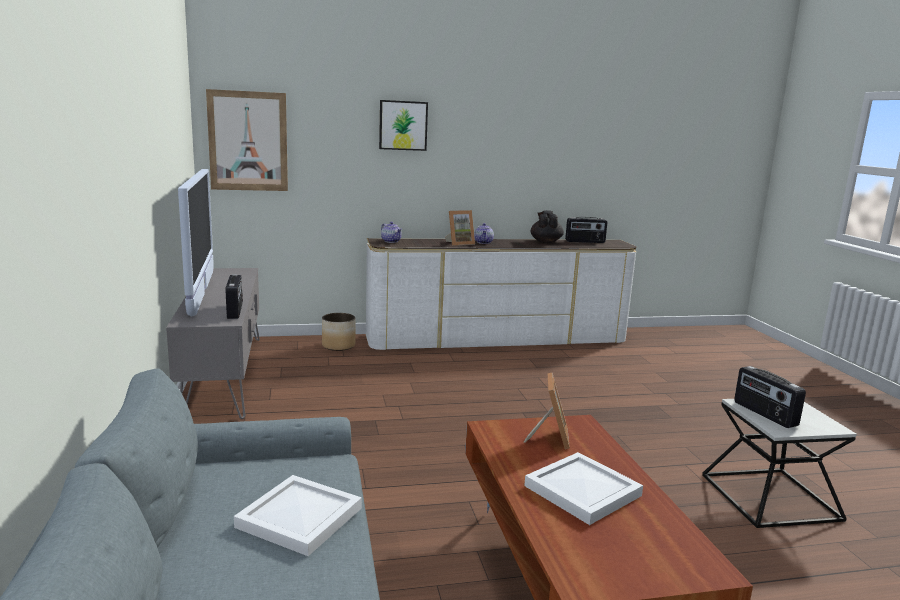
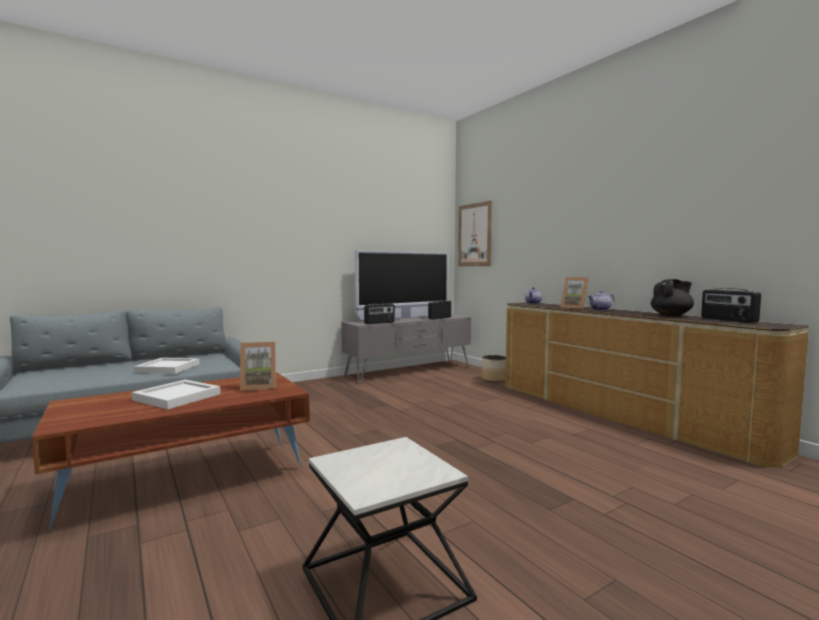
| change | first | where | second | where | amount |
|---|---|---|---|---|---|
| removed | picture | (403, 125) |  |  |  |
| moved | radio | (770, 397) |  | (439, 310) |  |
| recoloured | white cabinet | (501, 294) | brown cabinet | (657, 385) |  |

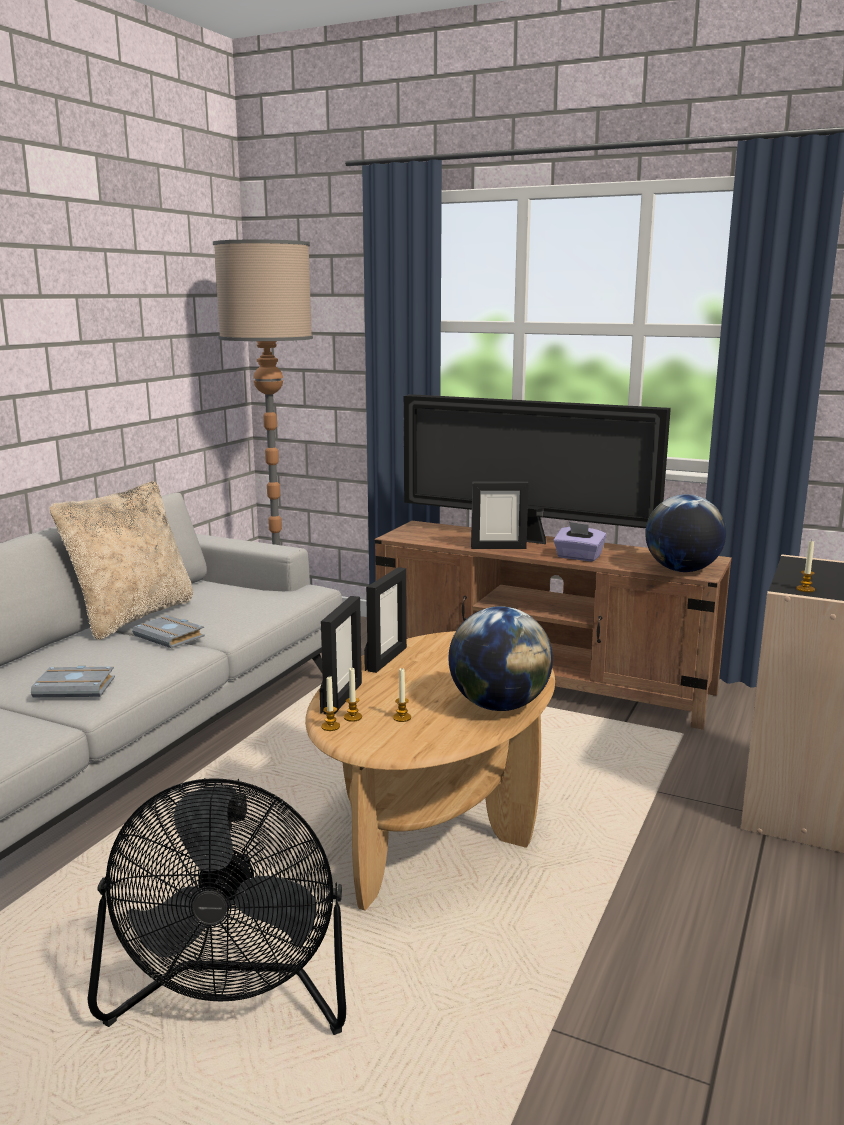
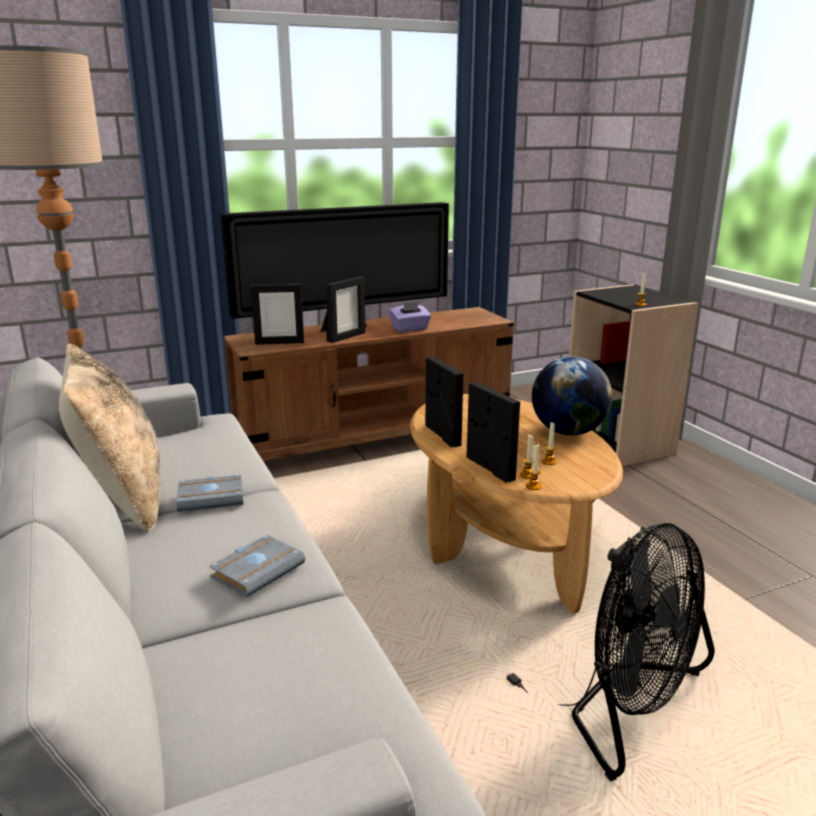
| change | first | where | second | where | amount |
|---|---|---|---|---|---|
| removed | globe | (685, 533) |  |  |  |
| added |  |  | picture frame | (277, 314) |  |

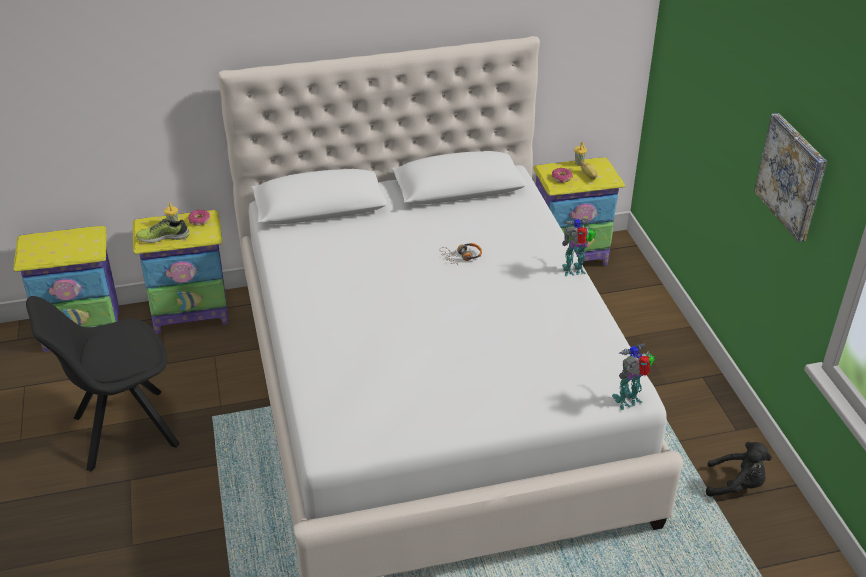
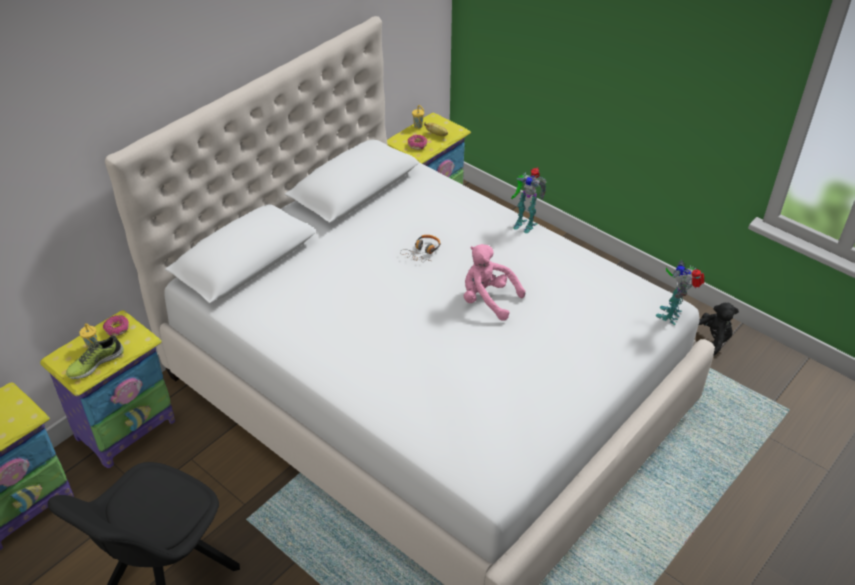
| change | first | where | second | where | amount |
|---|---|---|---|---|---|
| removed | picture | (790, 177) |  |  |  |
| added |  |  | pink plush toy | (494, 282) |  |
| turned | toy robot | (579, 247) |  | (529, 200) | 105 degrees counterclockwise |

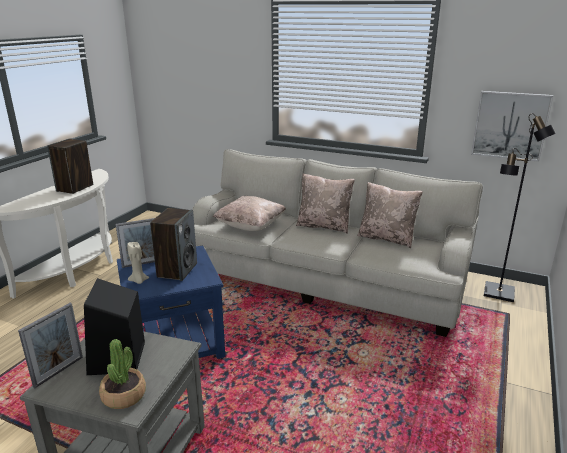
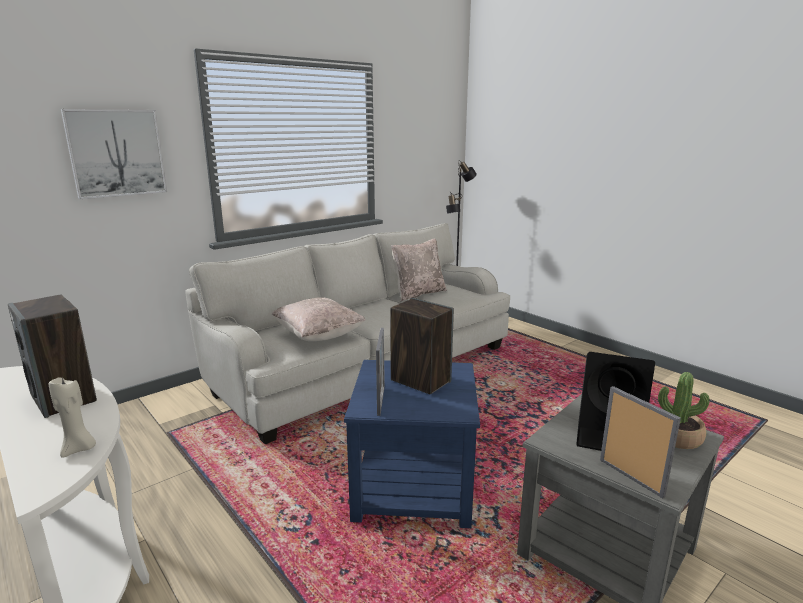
| change | first | where | second | where | amount |
|---|---|---|---|---|---|
| removed | beige pillow | (325, 203) |  |  |  |
| moved | beige candle | (138, 263) |  | (72, 417) |  |
| moved | picture | (512, 126) |  | (114, 154) |  |

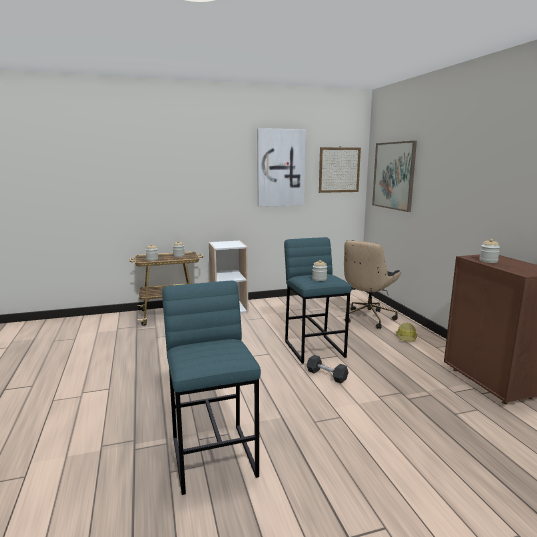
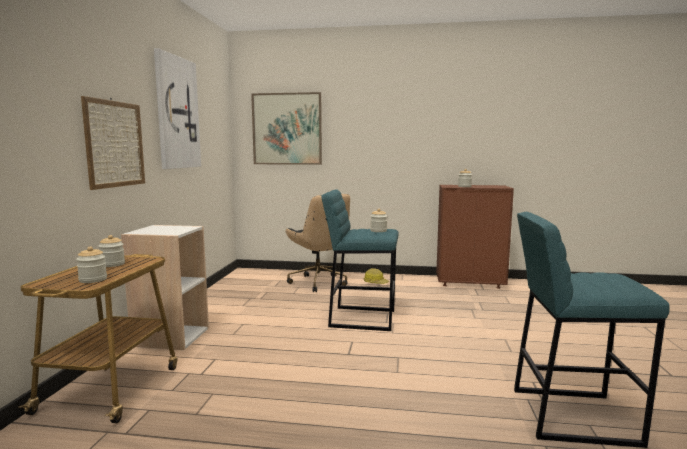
| change | first | where | second | where | amount |
|---|---|---|---|---|---|
| removed | grey dumbbell | (327, 369) |  |  |  |
| moved | picture | (340, 170) |  | (113, 143) |  |

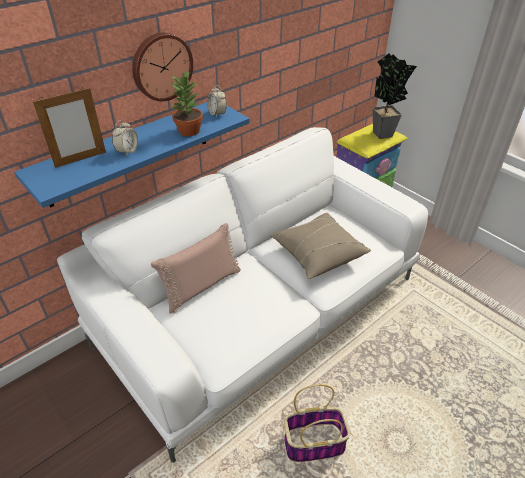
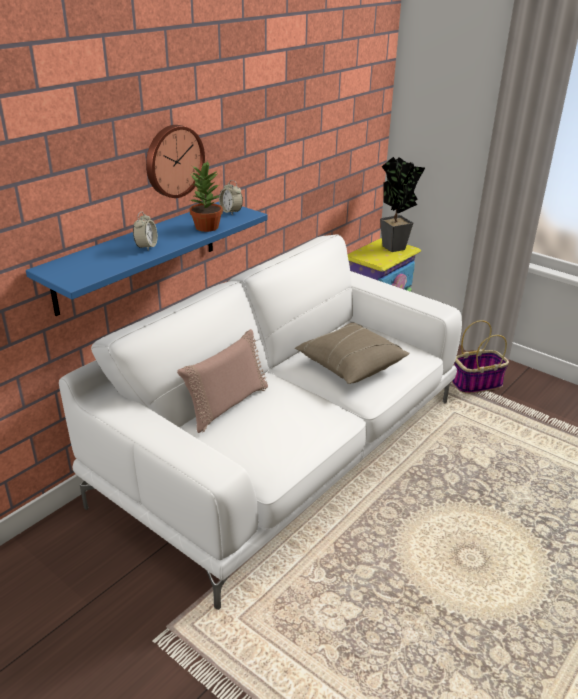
| change | first | where | second | where | amount |
|---|---|---|---|---|---|
| removed | picture frame | (69, 127) |  |  |  |
| moved | basket | (317, 423) |  | (480, 357) |  |

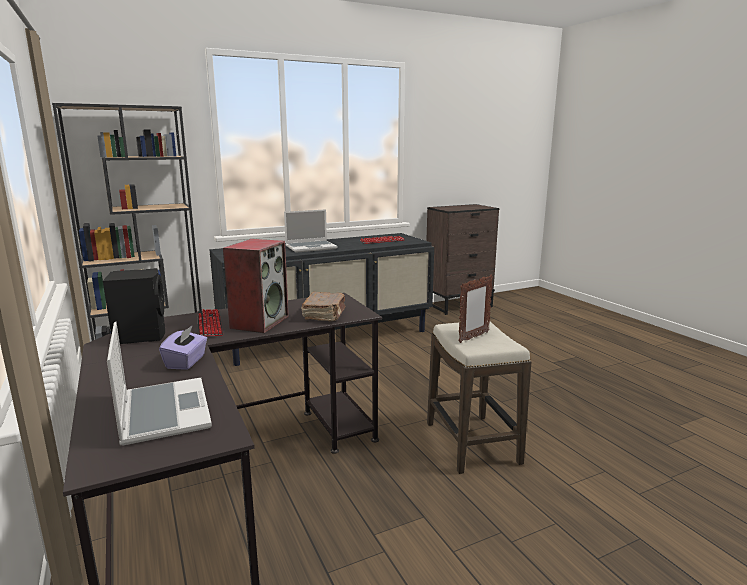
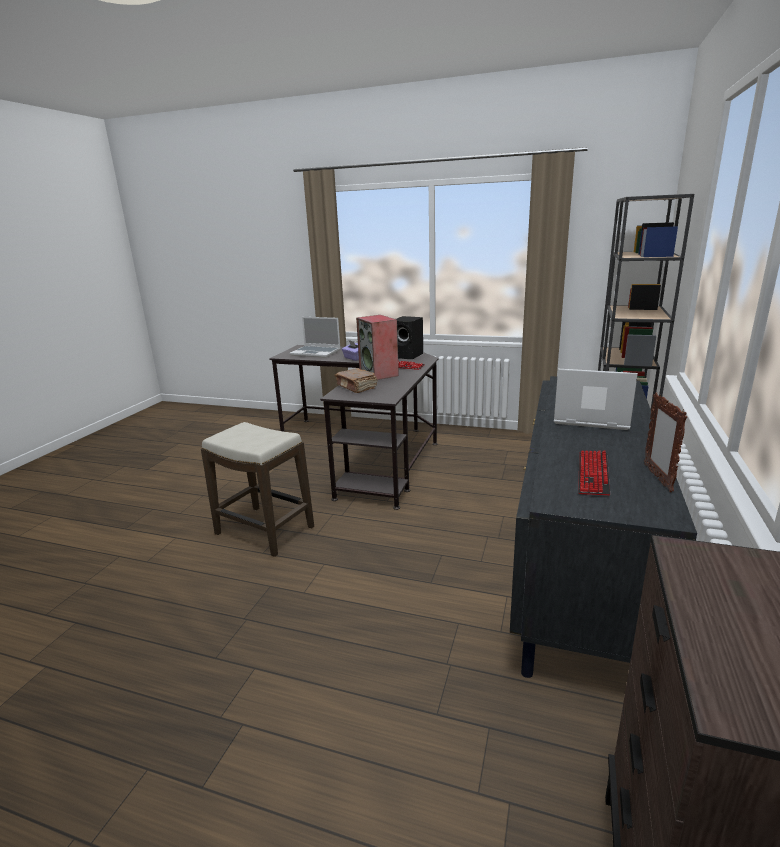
| change | first | where | second | where | amount |
|---|---|---|---|---|---|
| moved | picture frame | (475, 309) |  | (665, 442) |  |
| turned | laptop | (310, 231) |  | (596, 399) | 90 degrees clockwise |

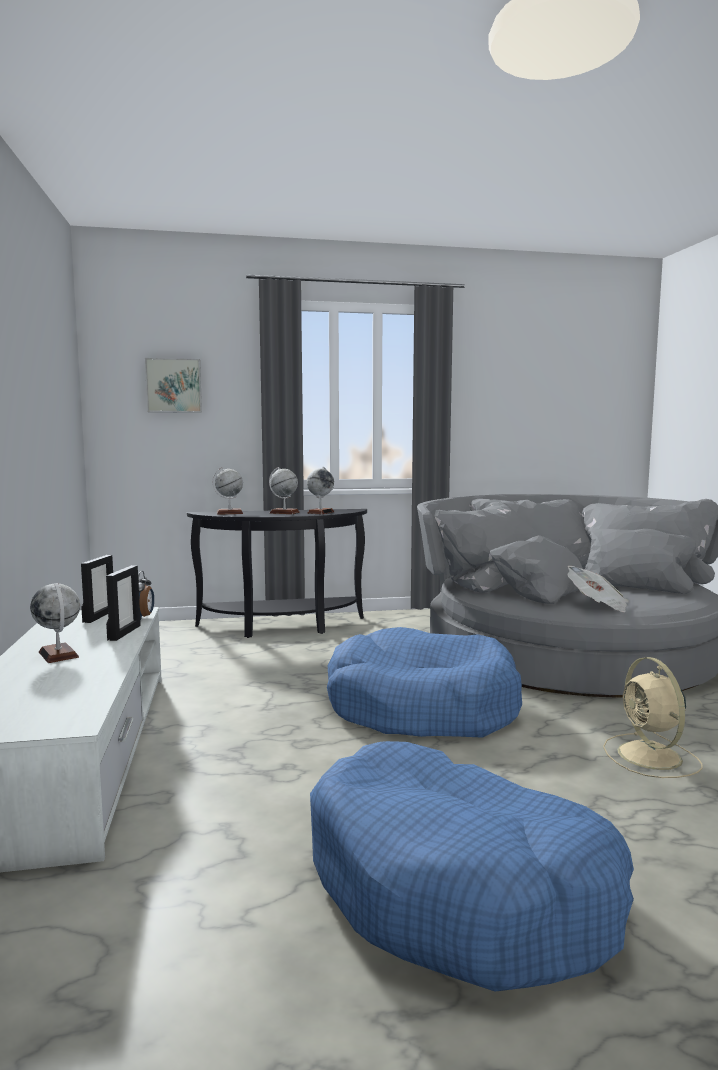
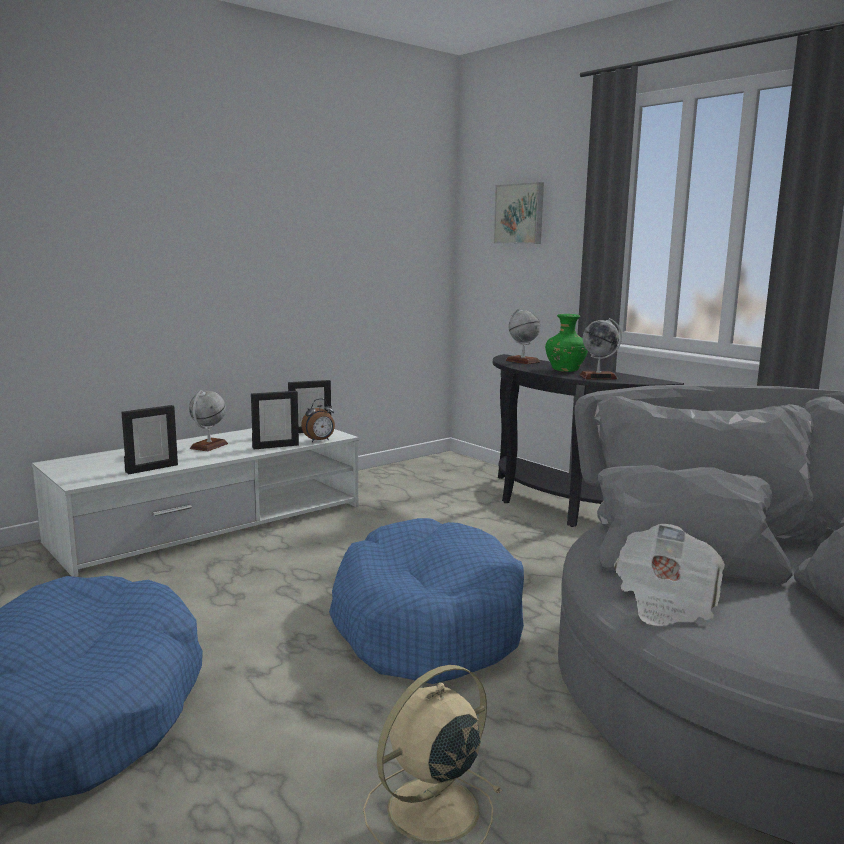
| change | first | where | second | where | amount |
|---|---|---|---|---|---|
| added |  |  | picture frame | (149, 439) |  |
| replaced | globe | (284, 490) | green vase | (566, 343) |  |

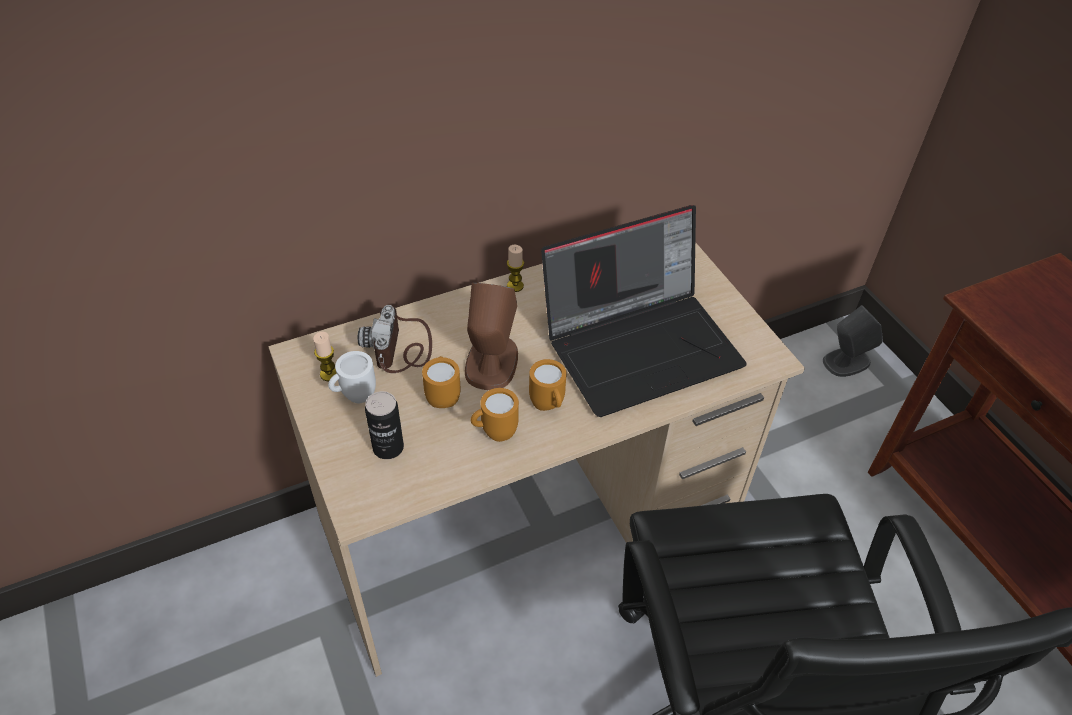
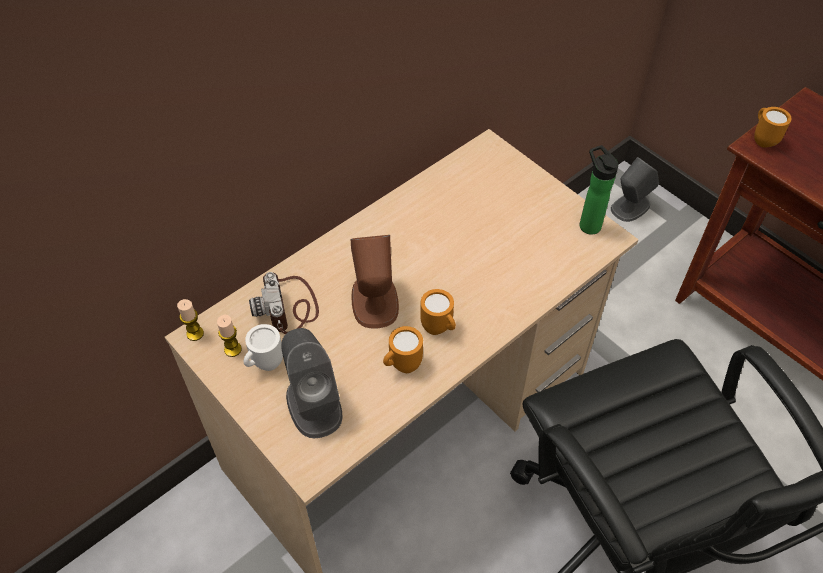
| change | first | where | second | where | amount |
|---|---|---|---|---|---|
| removed | laptop | (644, 311) |  |  |  |
| added |  |  | bottle | (599, 190) |  |
| moved | orange mug | (441, 382) |  | (773, 127) |  |
| moved | candle | (515, 268) |  | (190, 320) |  |
| replaced | can | (384, 425) | grey speaker | (312, 383) |  |

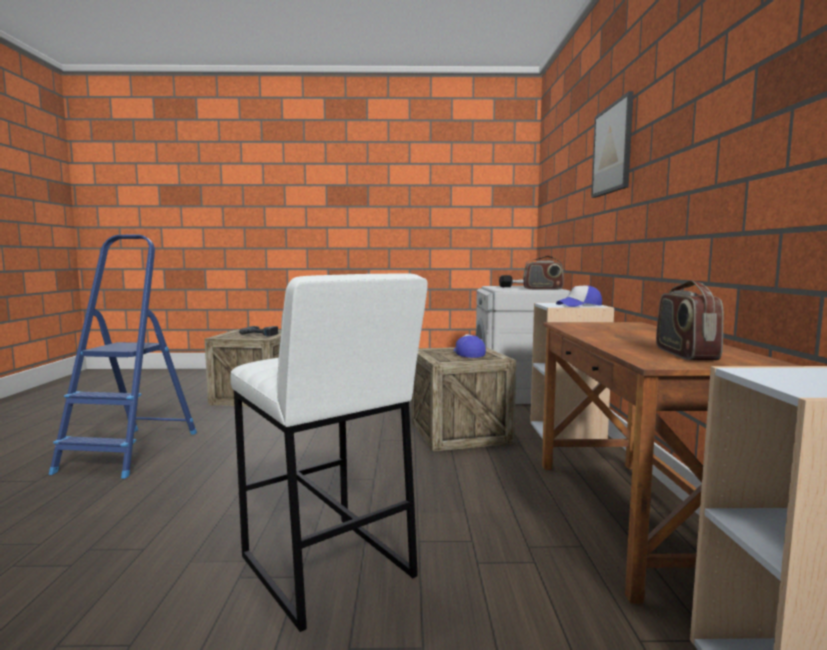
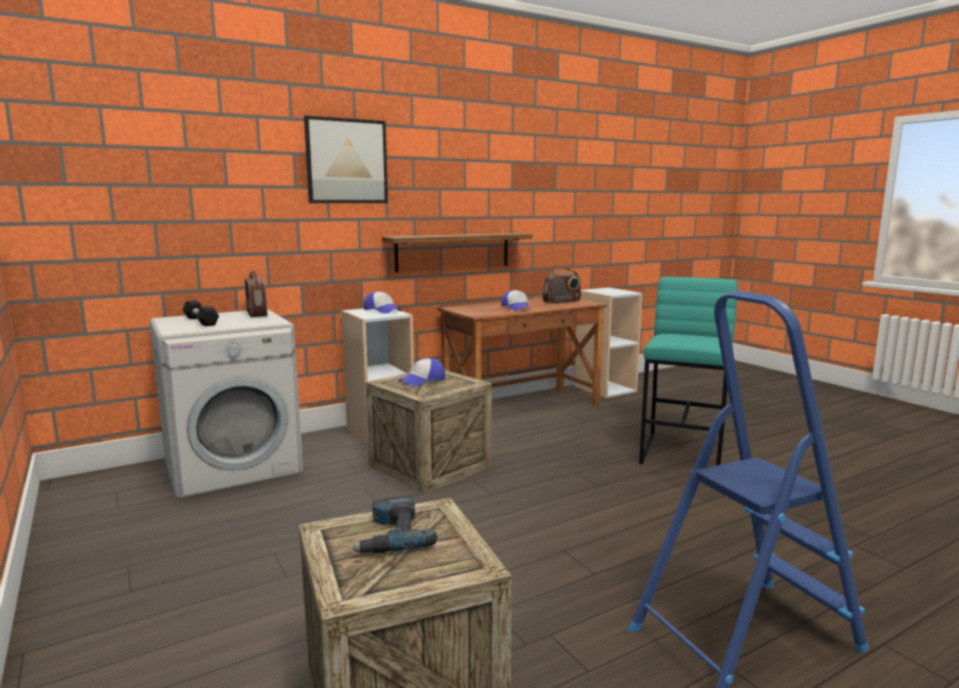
| change | first | where | second | where | amount |
|---|---|---|---|---|---|
| added |  |  | shelf | (457, 252) |  |
| added |  |  | cap | (516, 300) |  |
| recoloured | white stool | (329, 452) | turquoise stool | (688, 371) |  |

